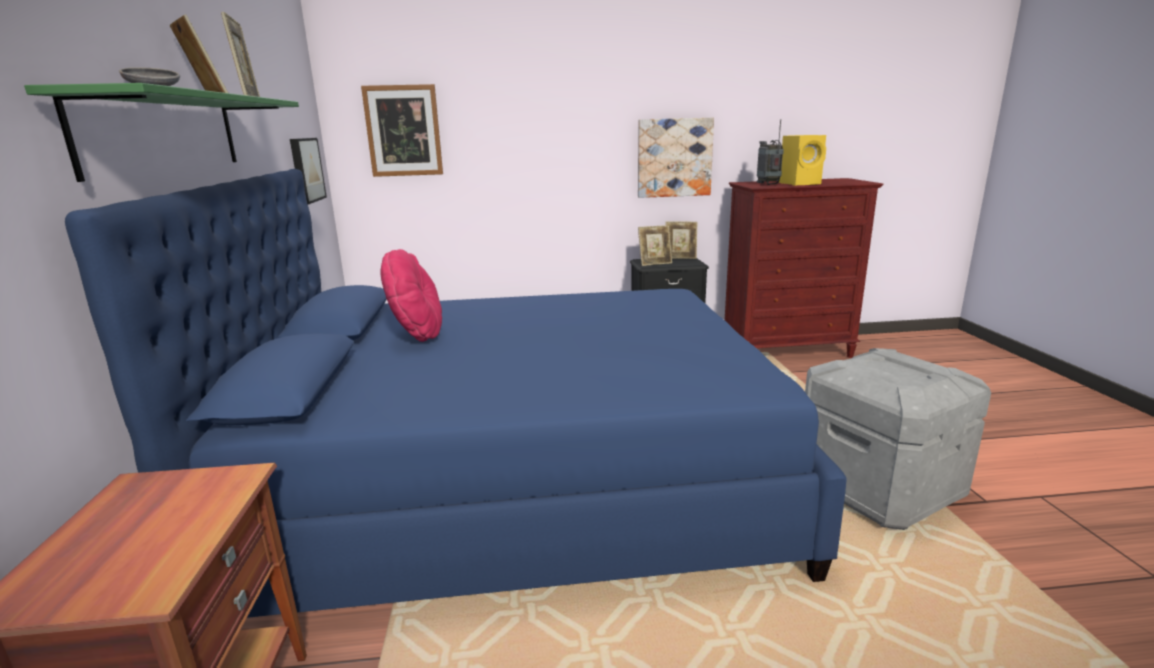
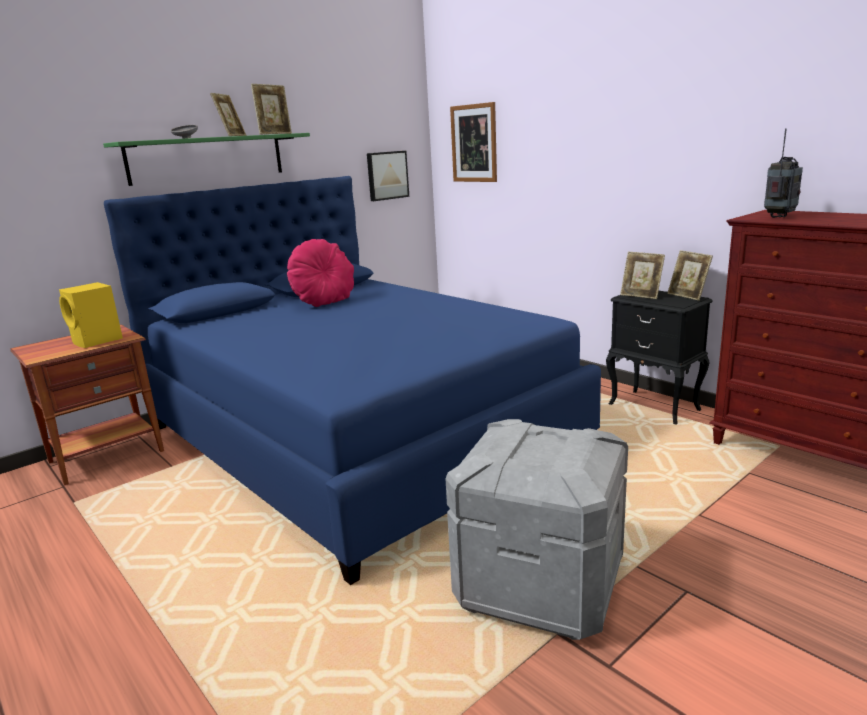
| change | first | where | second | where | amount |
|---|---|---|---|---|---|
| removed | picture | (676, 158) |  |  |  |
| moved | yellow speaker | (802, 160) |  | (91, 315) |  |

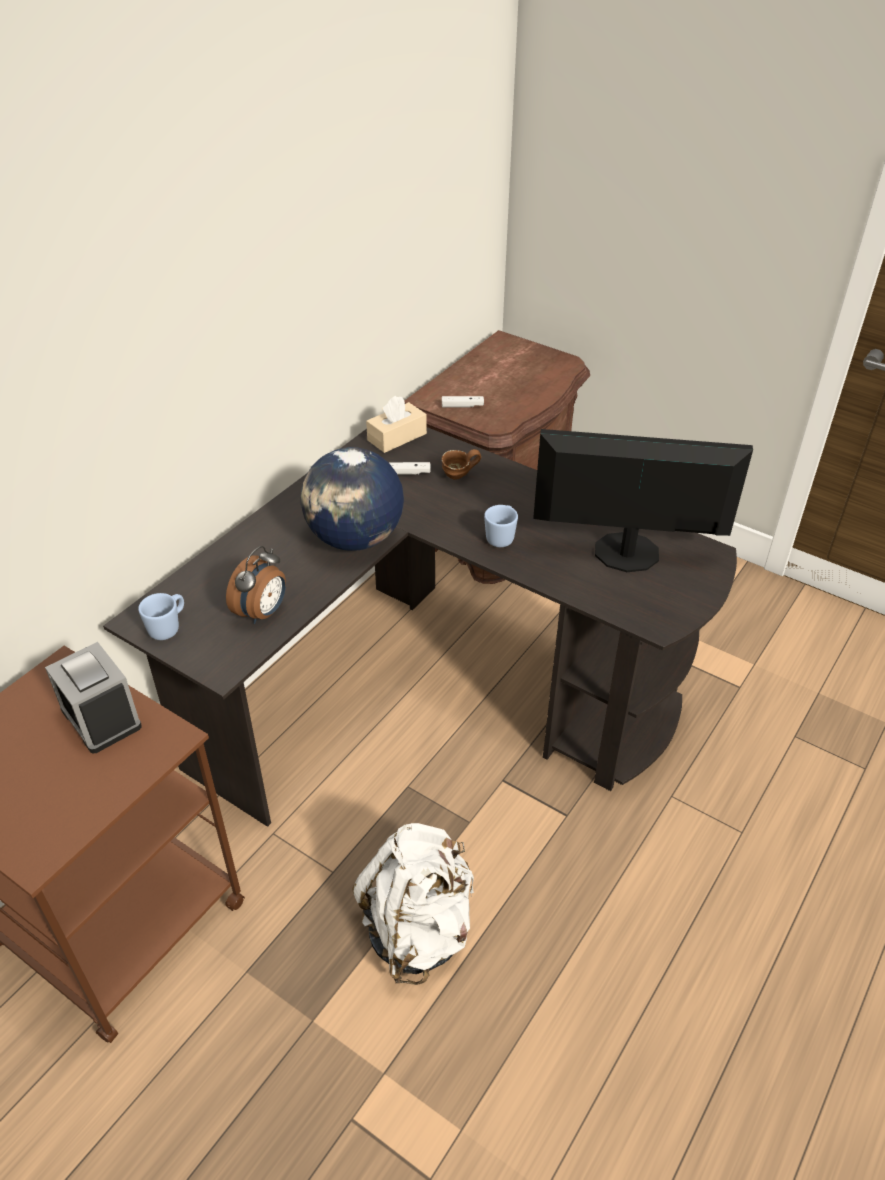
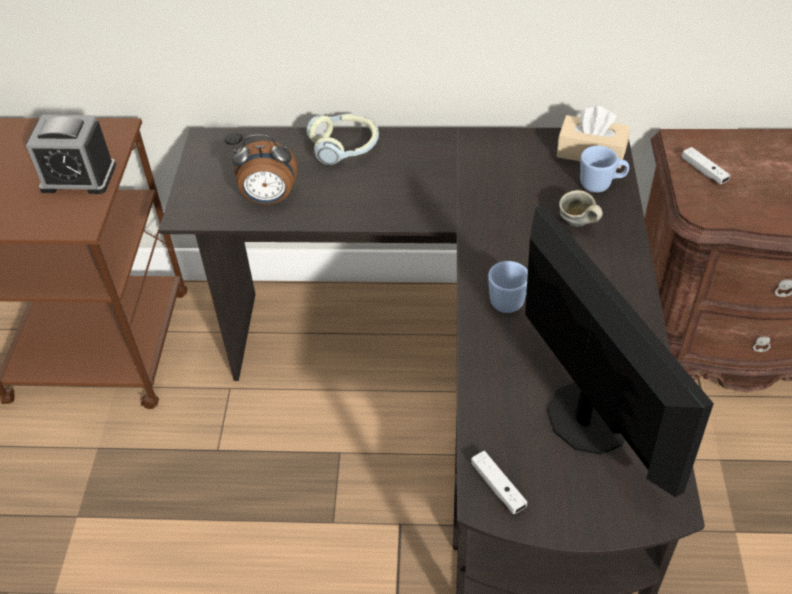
| change | first | where | second | where | amount |
|---|---|---|---|---|---|
| removed | globe | (352, 499) |  |  |  |
| removed | white backpack | (413, 904) |  |  |  |
| added |  |  | headphones | (343, 139) |  |
| moved | blue mug | (161, 616) |  | (604, 169) |  |
| moved | white game controller | (409, 468) |  | (499, 482) |  |
| recoloured | brown mug | (461, 464) | grey mug | (581, 208) |  |
| turned | alarm clock | (93, 697) |  | (71, 154) | 105 degrees counterclockwise |

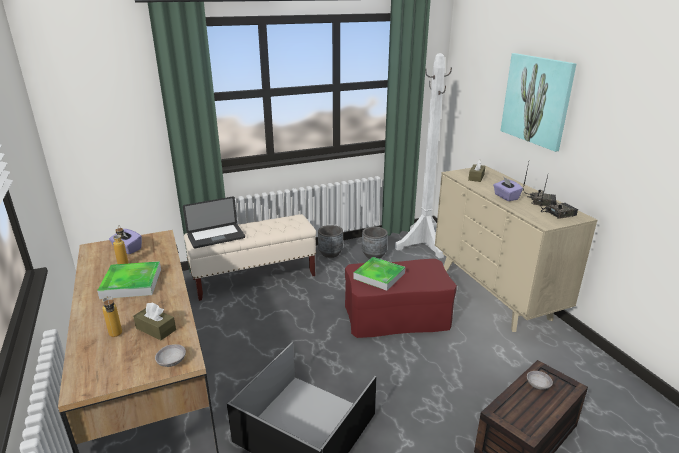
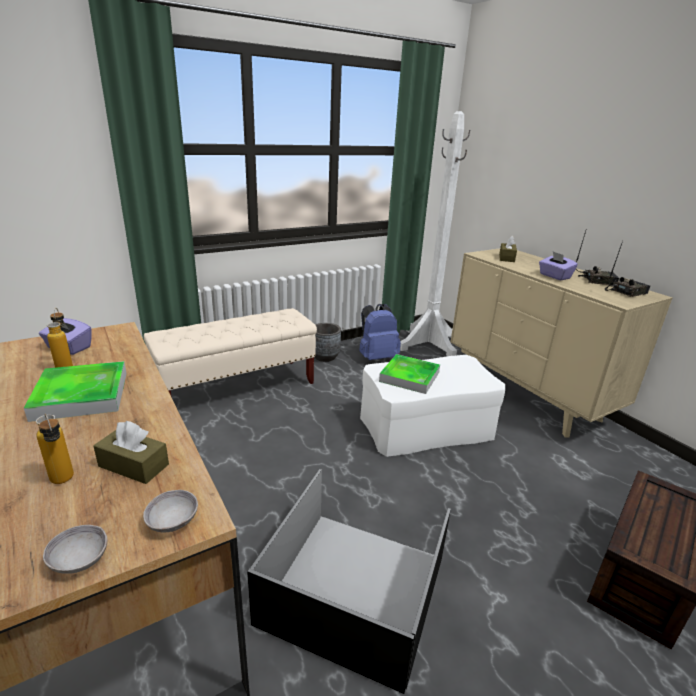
| change | first | where | second | where | amount |
|---|---|---|---|---|---|
| removed | laptop | (214, 222) |  |  |  |
| removed | picture | (538, 102) |  |  |  |
| moved | grey bowl | (540, 380) |  | (75, 549) |  |
| replaced | grey planter | (375, 243) | blue backpack | (380, 332) |  |
| recoloured | red ottoman | (401, 298) | white ottoman | (432, 406) |  |

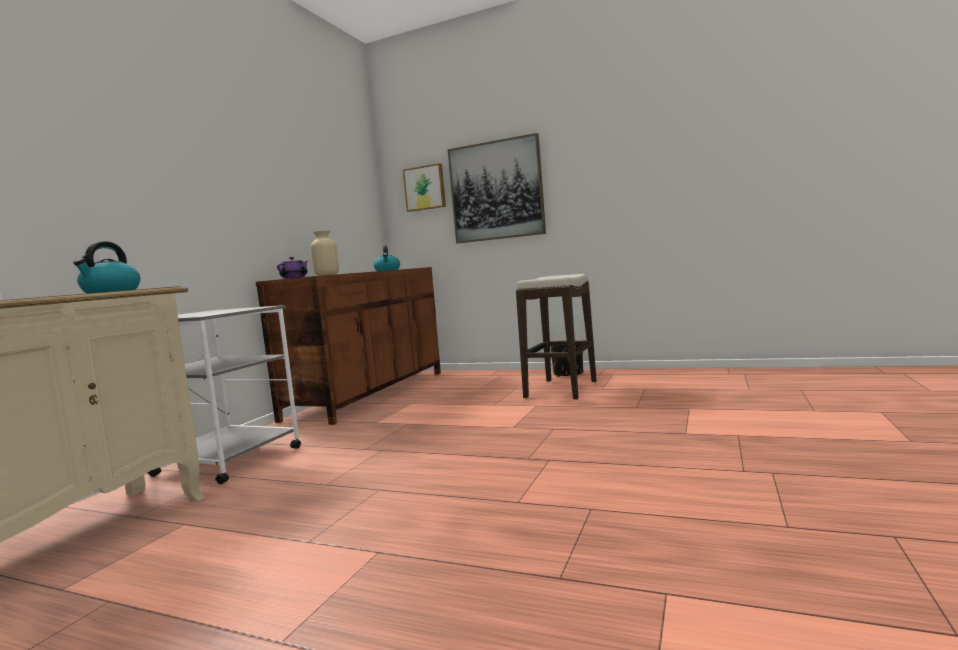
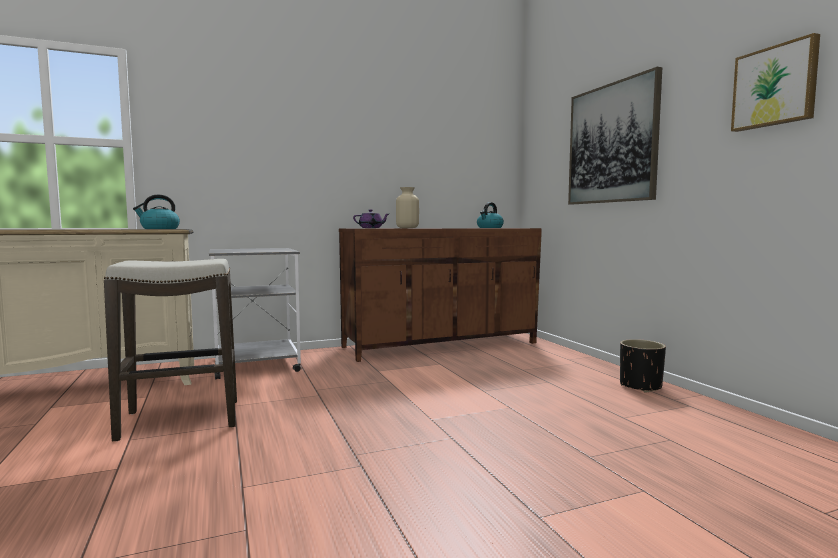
| change | first | where | second | where | amount |
|---|---|---|---|---|---|
| moved | picture | (424, 187) |  | (775, 82) |  |
| moved | stool | (556, 337) |  | (170, 350) |  |

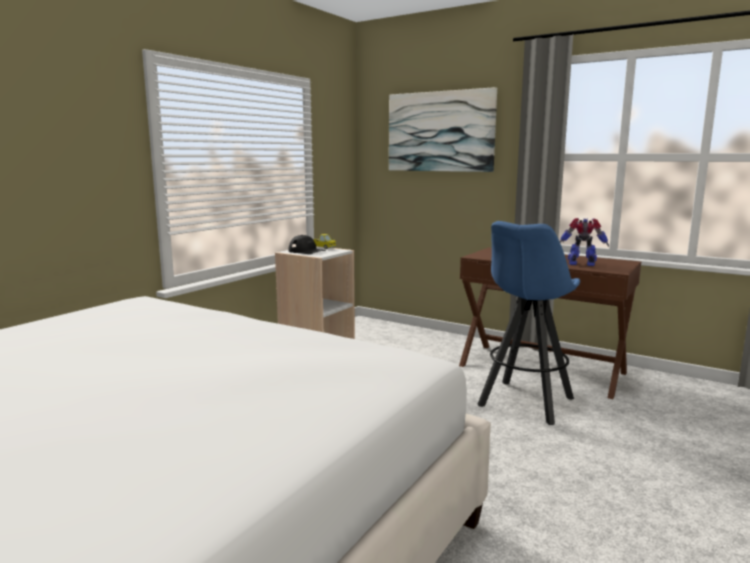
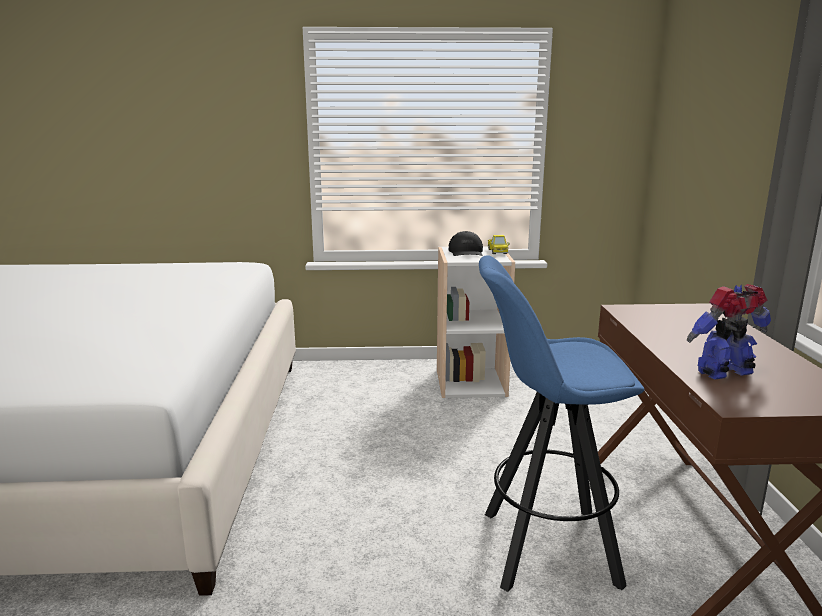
| change | first | where | second | where | amount |
|---|---|---|---|---|---|
| removed | picture | (443, 129) |  |  |  |
| turned | toy robot | (584, 242) |  | (729, 331) | 90 degrees counterclockwise |

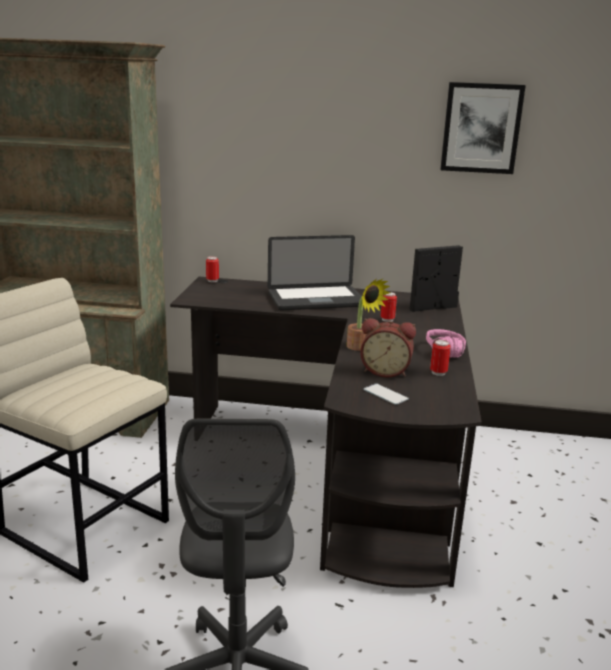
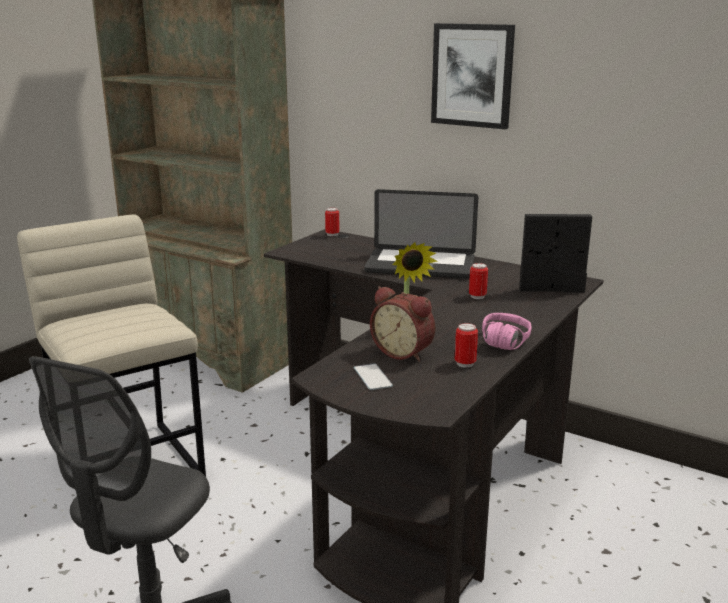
| change | first | where | second | where | amount |
|---|---|---|---|---|---|
| moved | picture | (483, 128) |  | (473, 76) |  |

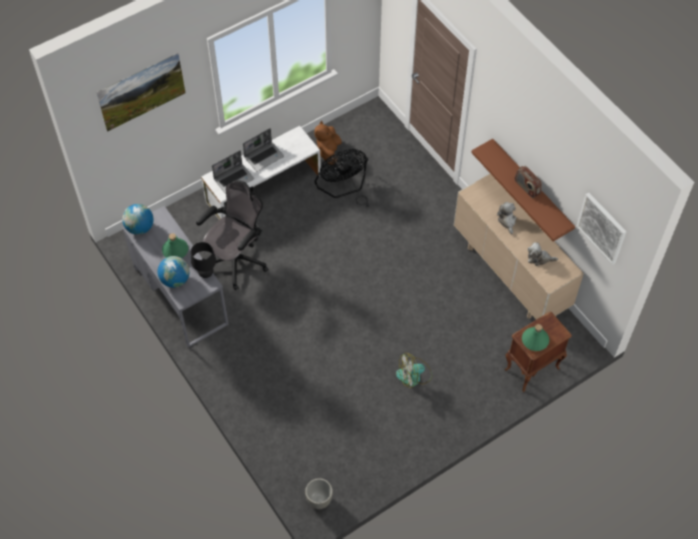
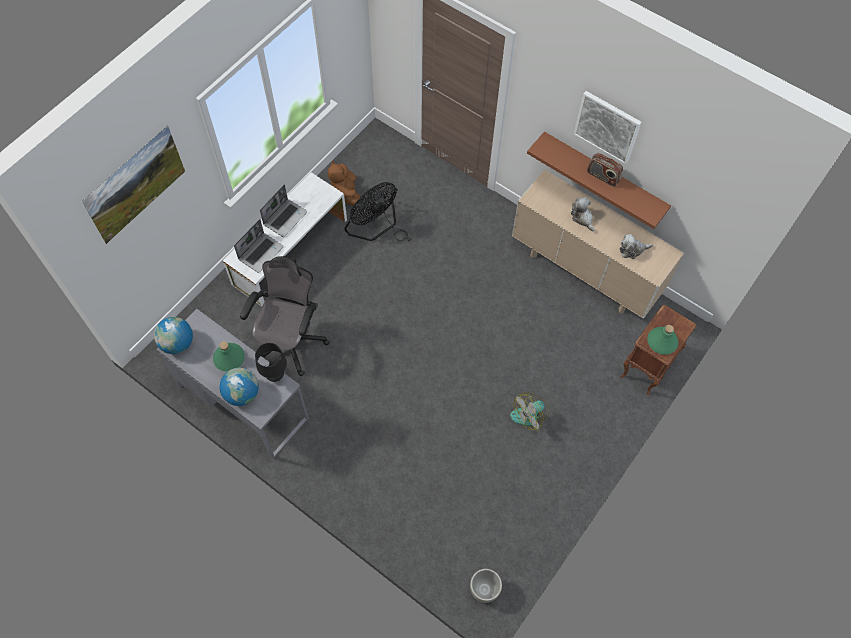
| change | first | where | second | where | amount |
|---|---|---|---|---|---|
| moved | picture | (602, 229) |  | (608, 128) |  |

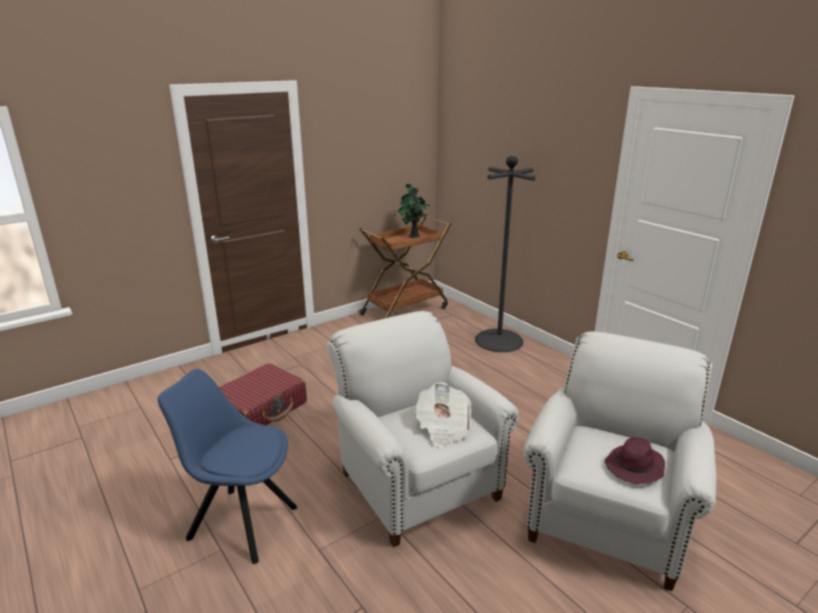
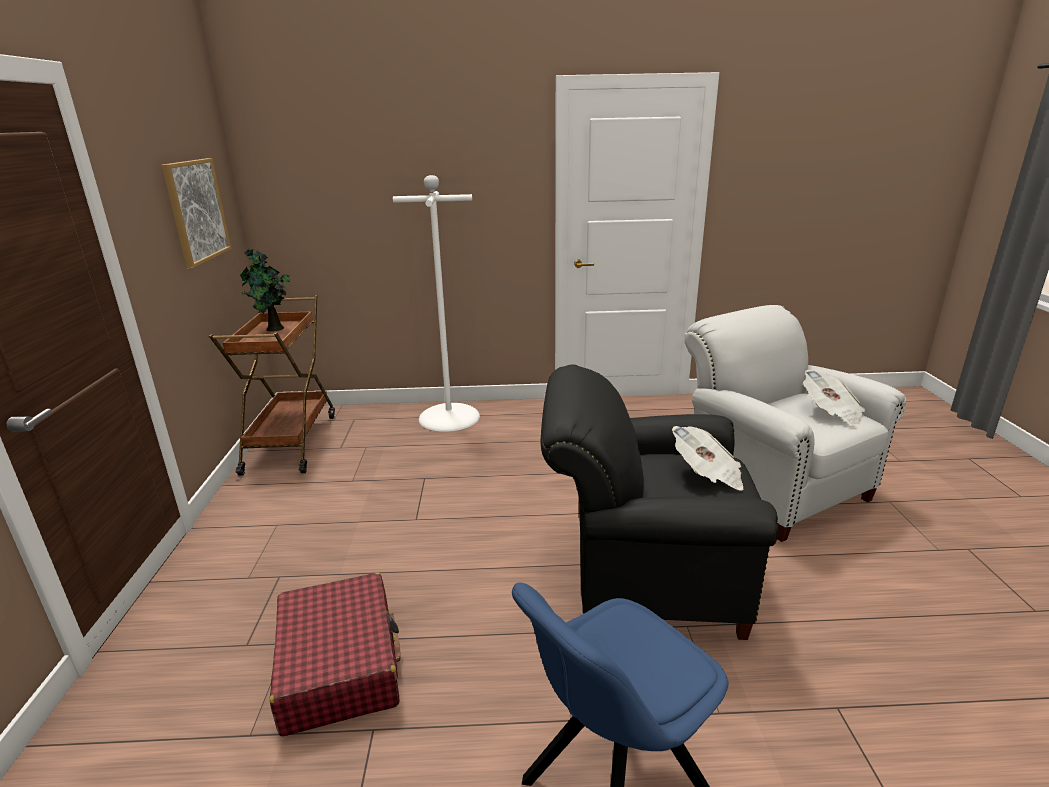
| change | first | where | second | where | amount |
|---|---|---|---|---|---|
| added |  |  | picture | (197, 213) |  |
| replaced | purple hat | (634, 460) | newspaper | (834, 398) |  |
| recoloured | white armchair | (423, 429) | black armchair | (659, 502) |  |
| recoloured | black clothes rack | (505, 254) | white clothes rack | (436, 303) |  |

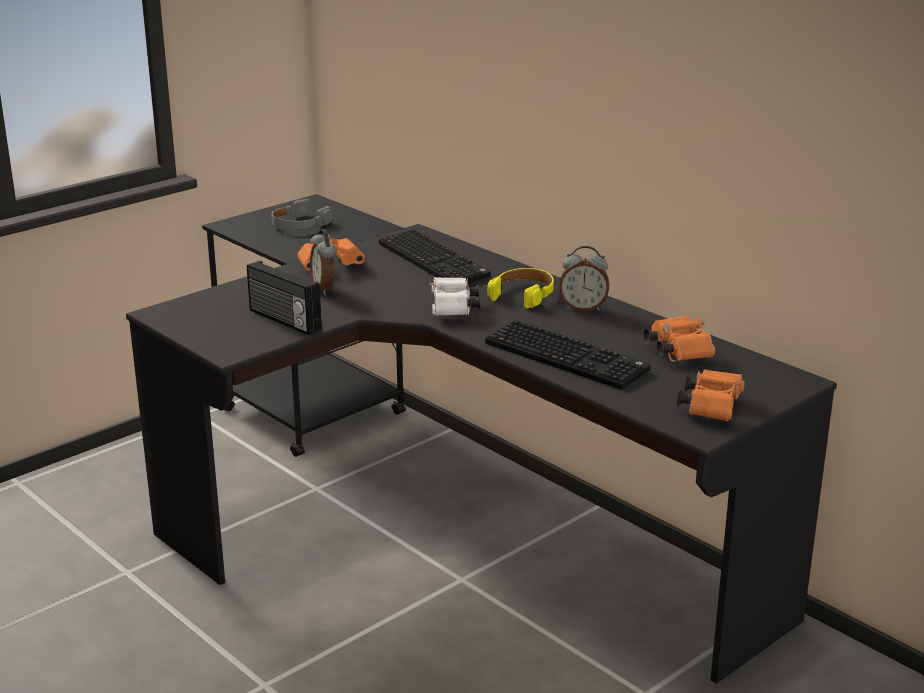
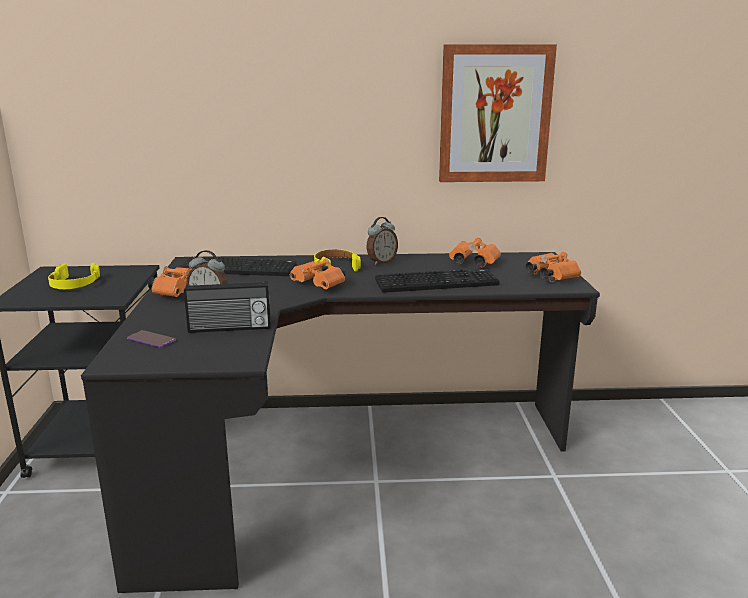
| change | first | where | second | where | amount |
|---|---|---|---|---|---|
| added |  |  | phone | (151, 339) |  |
| added |  |  | picture | (498, 113) |  |
| recoloured | grey headphones | (302, 214) | yellow headphones | (74, 276) |  |
| recoloured | white binoculars | (455, 296) | orange binoculars | (317, 273) |  |

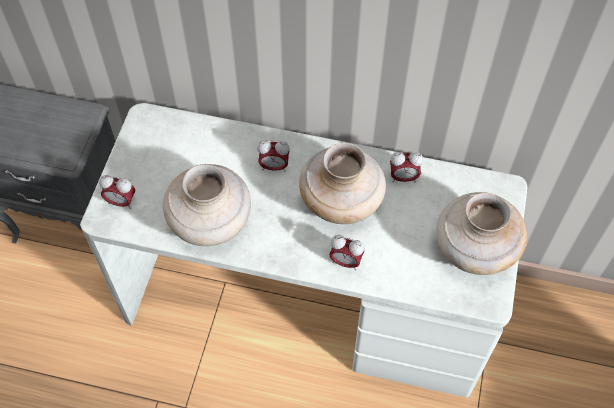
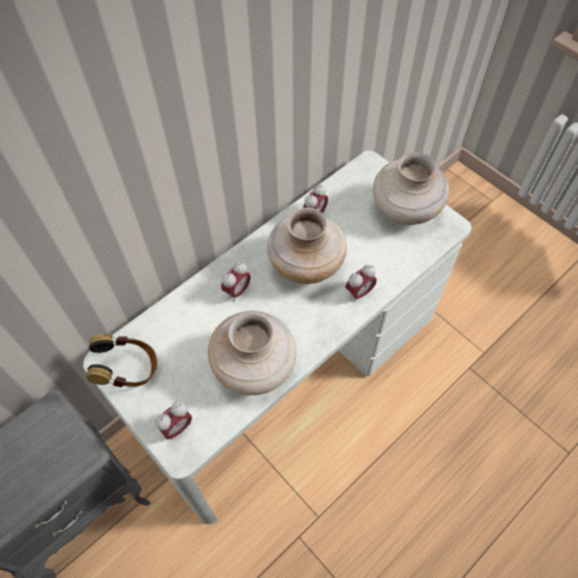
| change | first | where | second | where | amount |
|---|---|---|---|---|---|
| added |  |  | headphones | (122, 360) |  |

